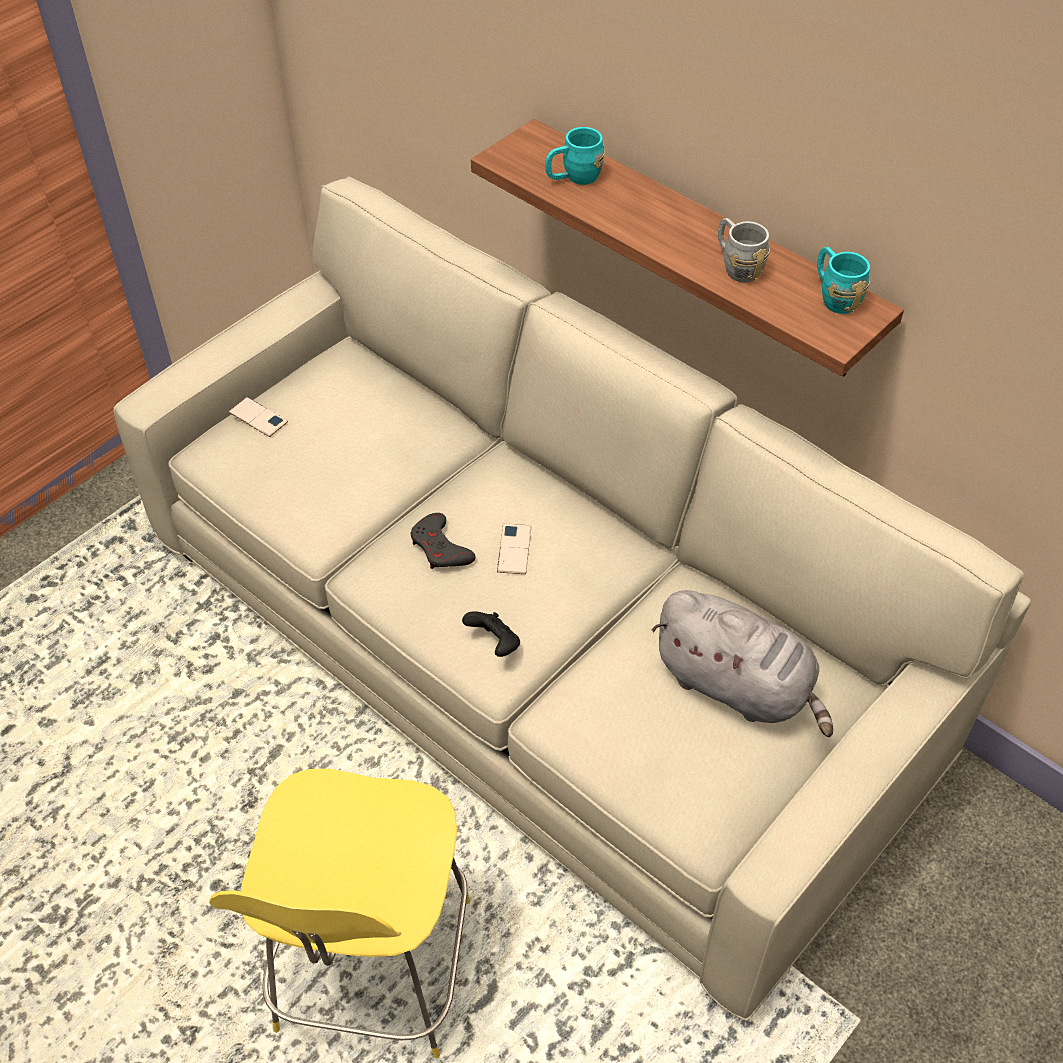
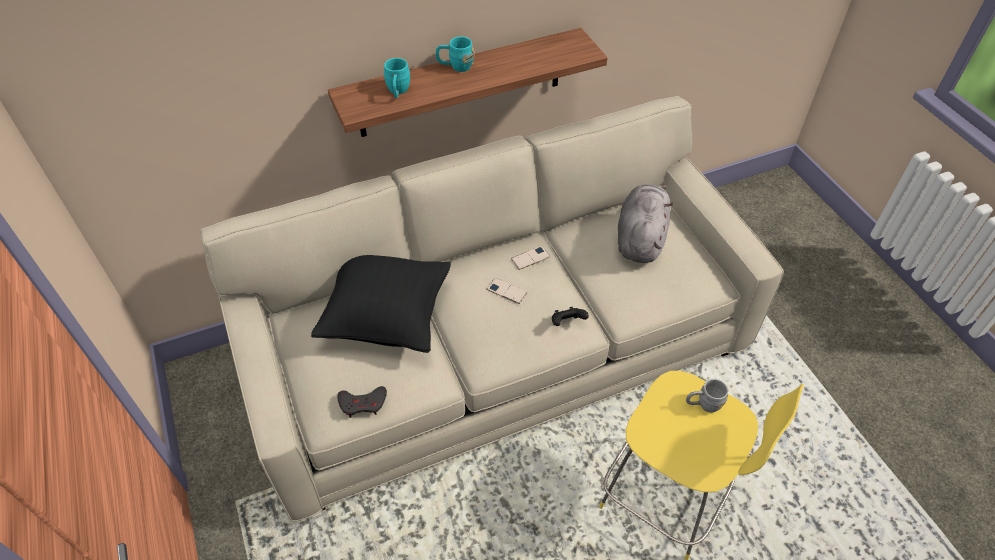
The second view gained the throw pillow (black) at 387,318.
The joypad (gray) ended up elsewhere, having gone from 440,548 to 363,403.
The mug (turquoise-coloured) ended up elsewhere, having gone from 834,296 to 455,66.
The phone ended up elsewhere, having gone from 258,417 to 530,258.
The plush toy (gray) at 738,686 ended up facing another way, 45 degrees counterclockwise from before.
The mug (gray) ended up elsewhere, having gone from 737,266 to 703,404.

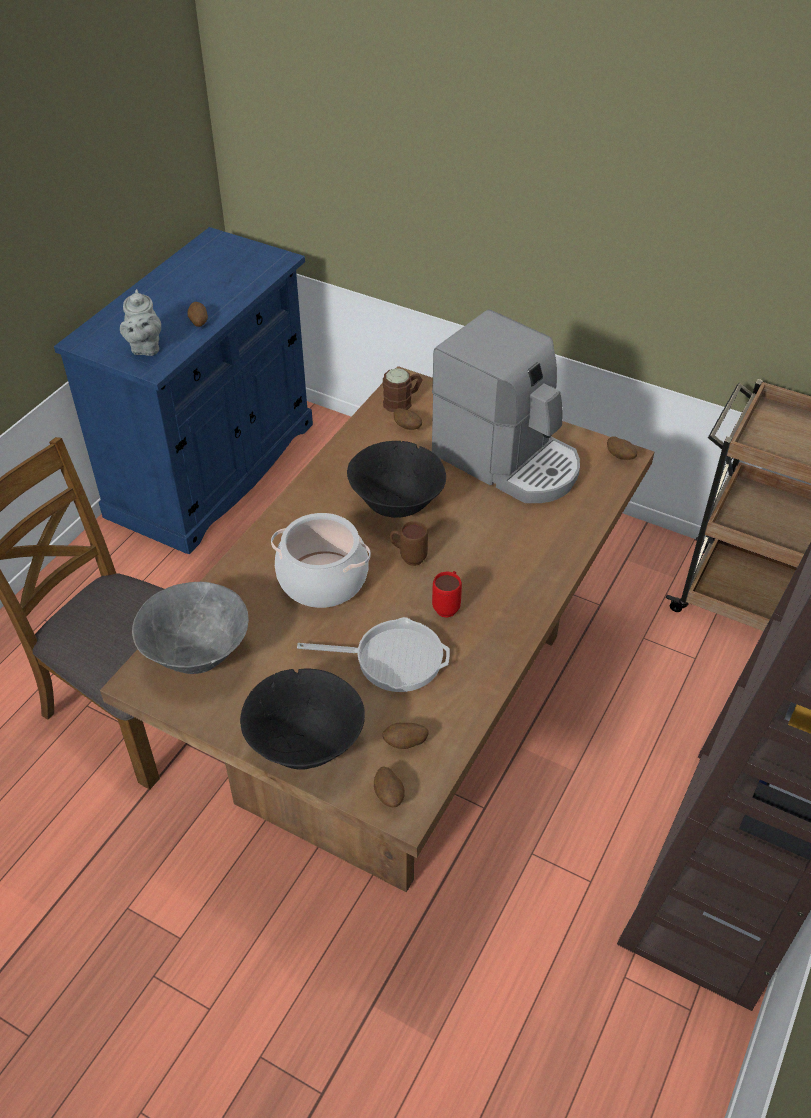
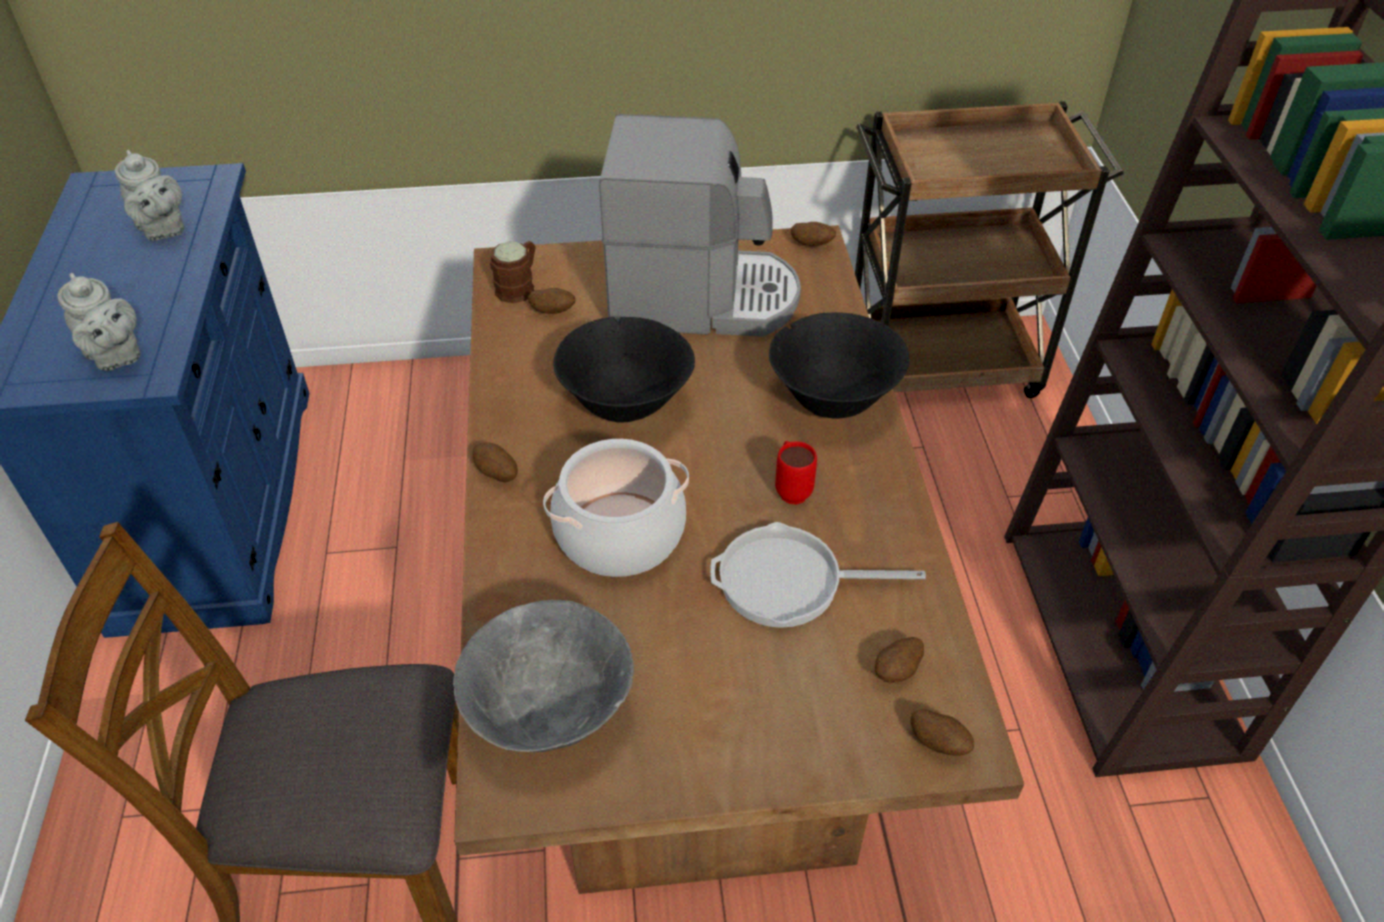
The second view gained the tea pot (gray) at 162,229.
The whole potato ended up elsewhere, having gone from 198,322 to 496,474.
The pan at 392,659 ended up facing another way, 150 degrees counterclockwise from before.
The deep dish (black) ended up elsewhere, having gone from 305,747 to 832,402.
The second view lost the mug (brown) at 408,557.

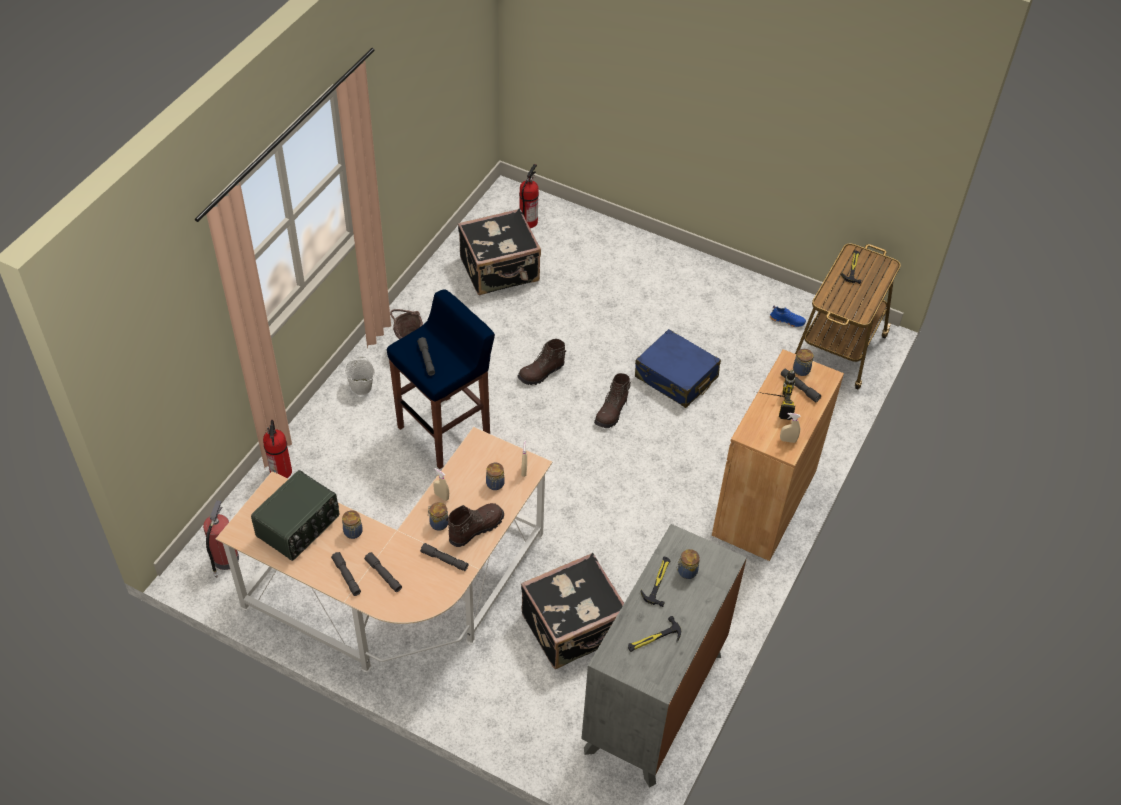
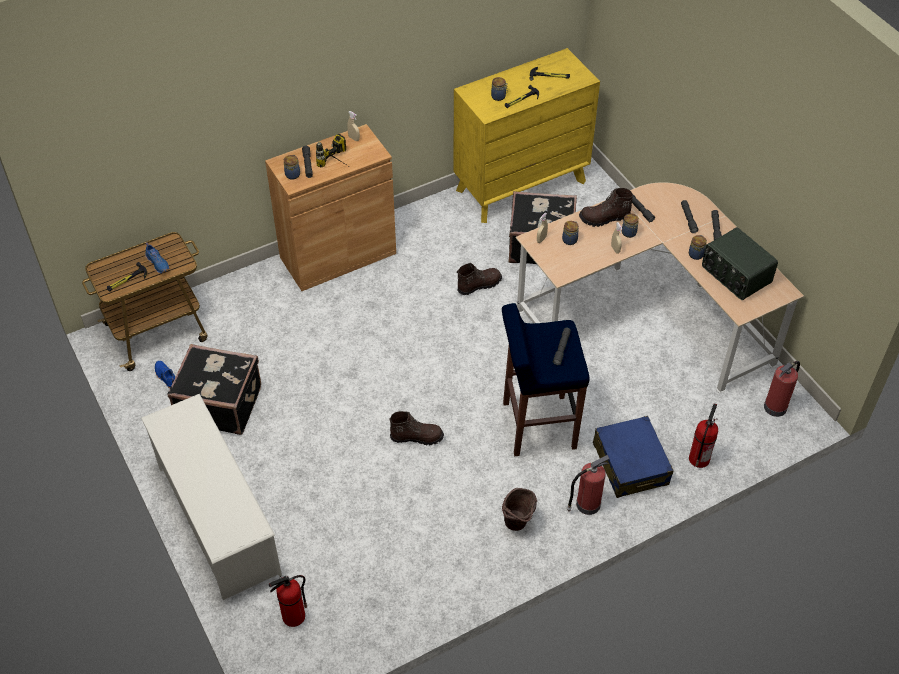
The second view gained the shoe rack (whitish) at 217,519.
The second view gained the shoe (bluish) at 158,263.
The suitcase (black) ended up elsewhere, having gone from 500,270 to 219,403.
What was the chest of drawers (gray) at 654,701 turned into the chest of drawers (yellowish) at 521,185.
The high-top boot (brown) ended up elsewhere, having gone from 612,412 to 479,285.
Where the water bucket (whitish) stood at 361,387, the fire-fighting cylinder came to stand at 586,504.
The suitcase (bluish) ended up elsewhere, having gone from 676,377 to 630,464.
The radio receiver at 299,527 ended up facing another way, 105 degrees counterclockwise from before.

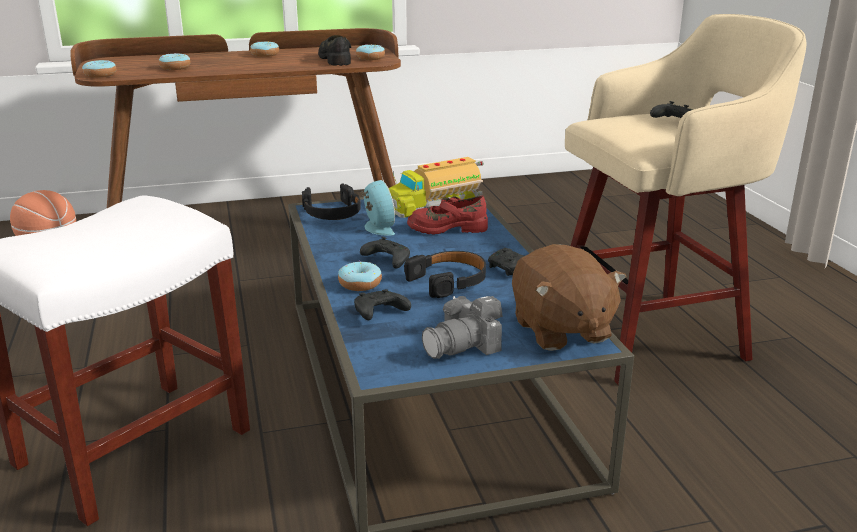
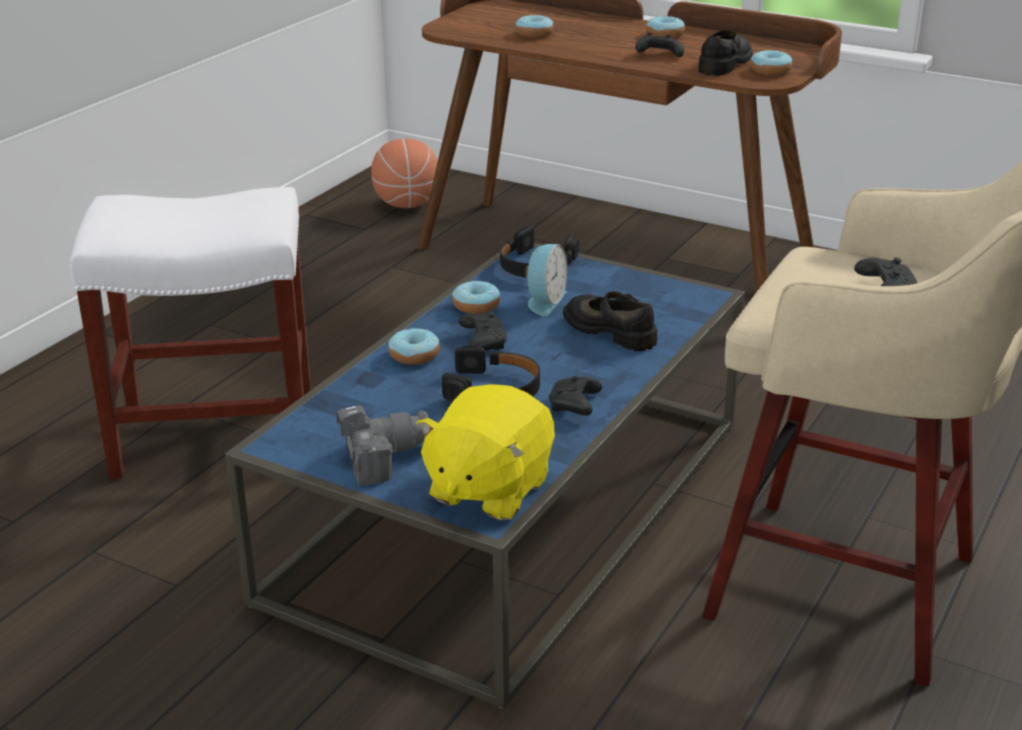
The photo camera at 464,345 ended up facing another way, 150 degrees clockwise from before.
What was the plush toy (brown) at 560,330 turned into the plush toy (yellowish) at 488,489.
The ring doughnut ended up elsewhere, having gone from 100,75 to 476,306.
What was the shoe (red) at 447,228 turned into the shoe (black) at 611,330.
The joypad (black) ended up elsewhere, having gone from 379,314 to 658,54.
The second view lost the toy lorry at 433,202.

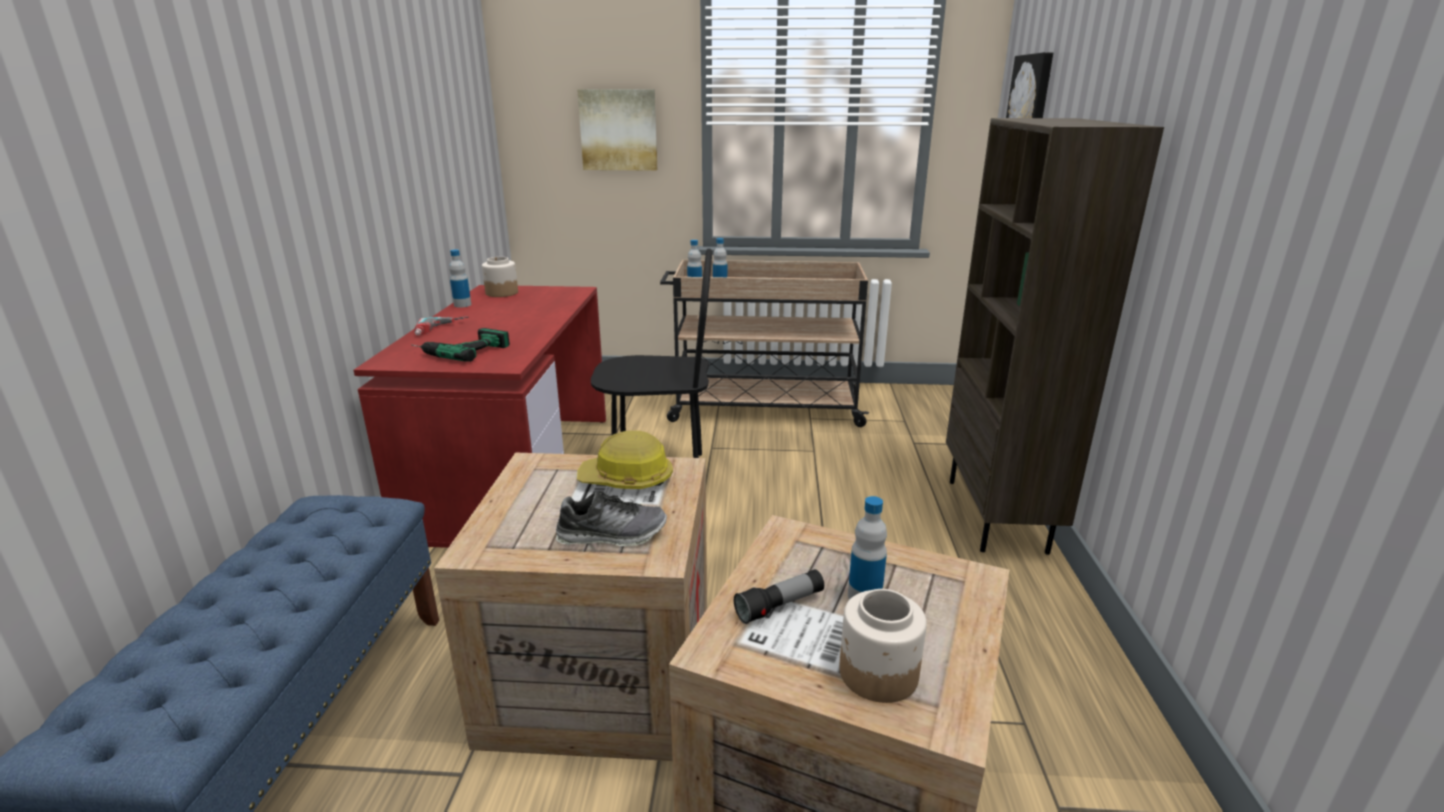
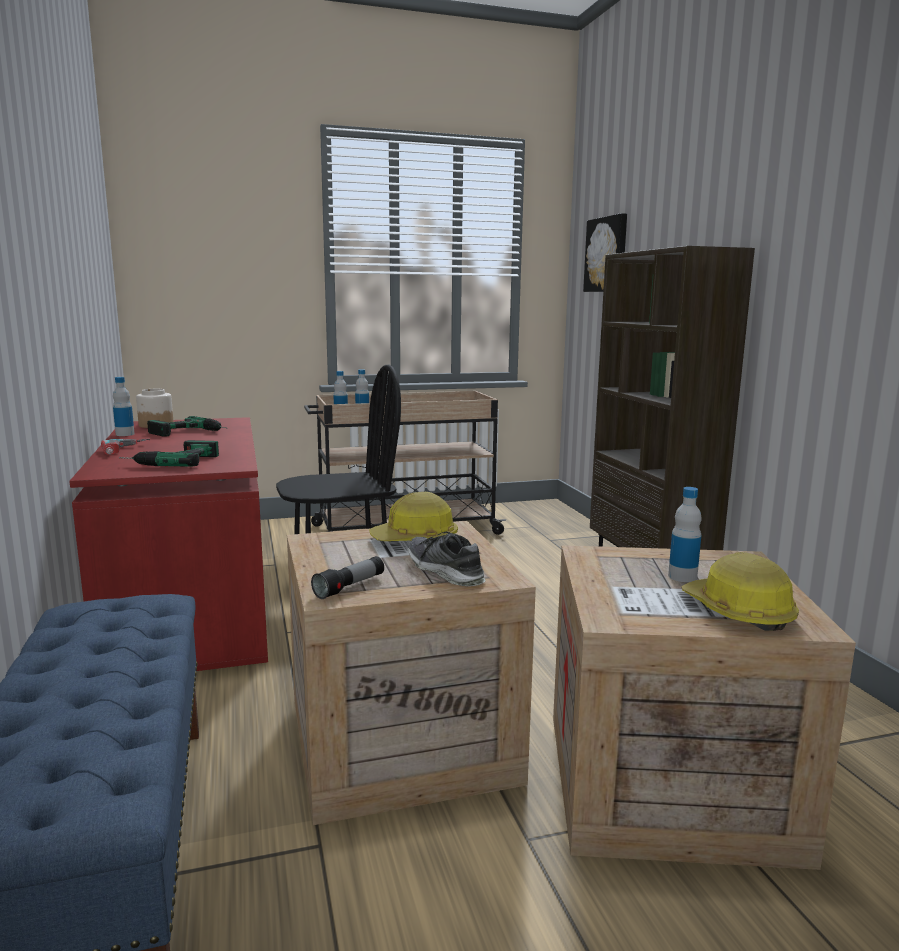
The second view gained the power drill at 190,433.
The hand torch ended up elsewhere, having gone from 780,606 to 350,587.
The shoe at 612,535 ended up facing another way, 105 degrees counterclockwise from before.
Where the storage jar stood at 878,674, the safety helmet came to stand at 738,612.
The second view lost the picture at 619,130.

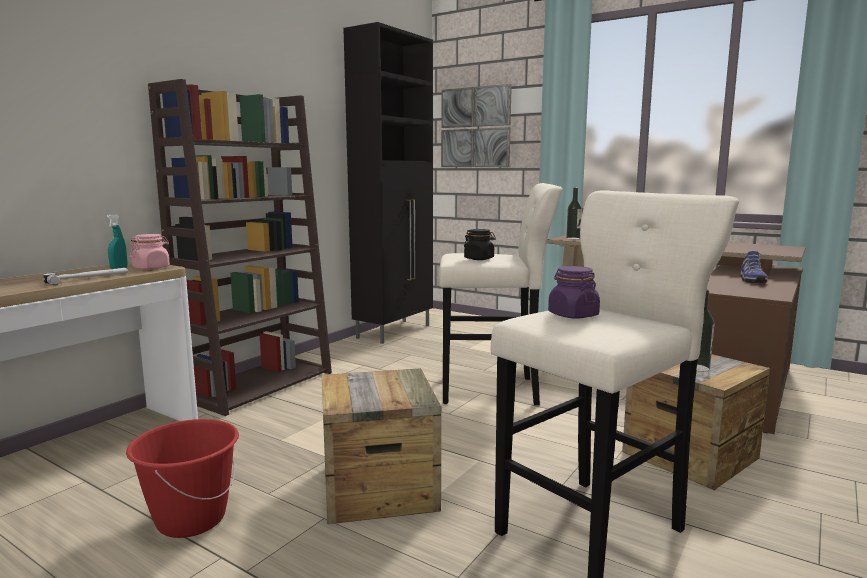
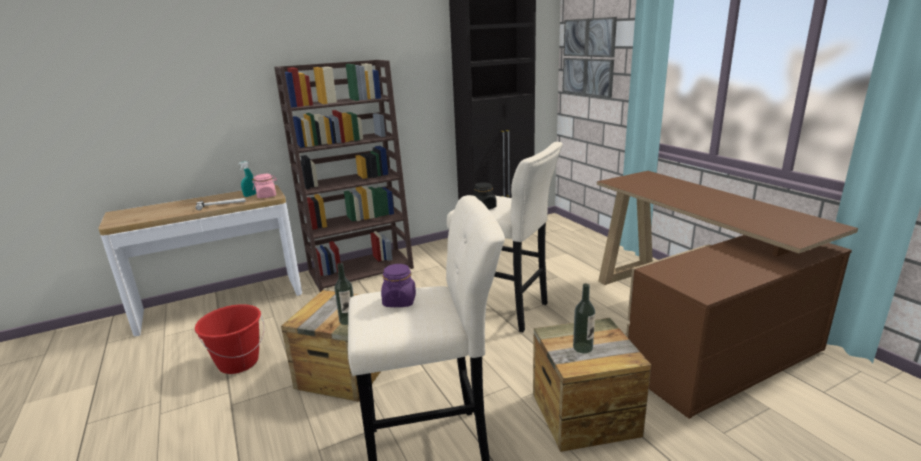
The beverage bottle ended up elsewhere, having gone from 573,238 to 348,320.
The second view lost the shoe at 751,280.

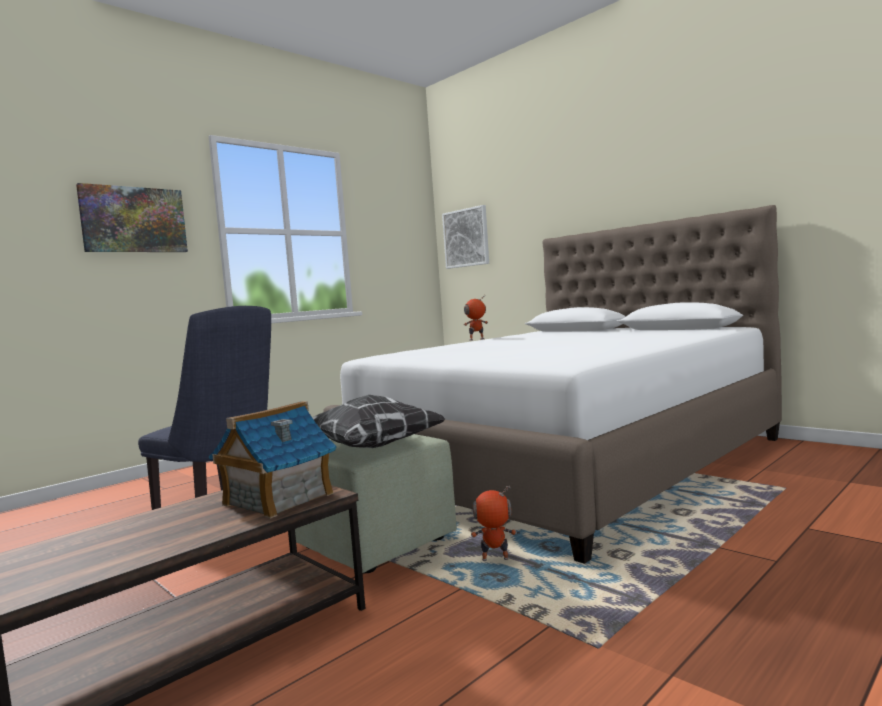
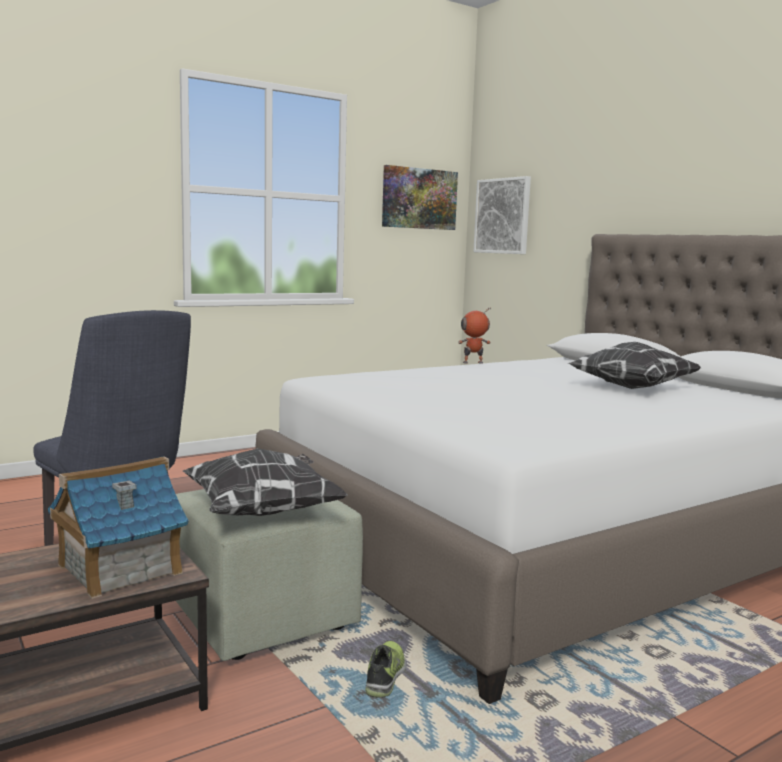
Where the toy robot stood at 495,561, the shoe came to stand at 386,675.
The picture ended up elsewhere, having gone from 134,220 to 419,198.
The second view gained the throw pillow at 631,388.

